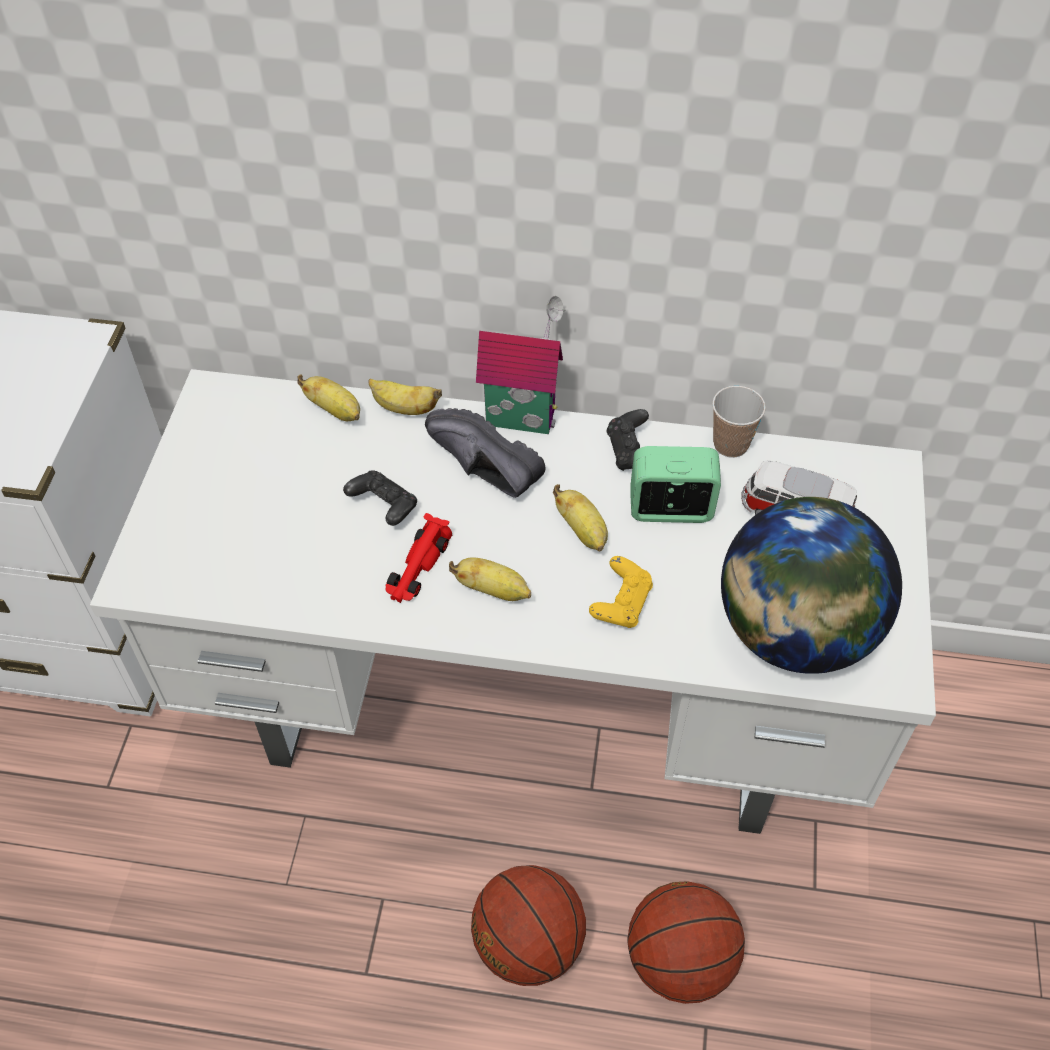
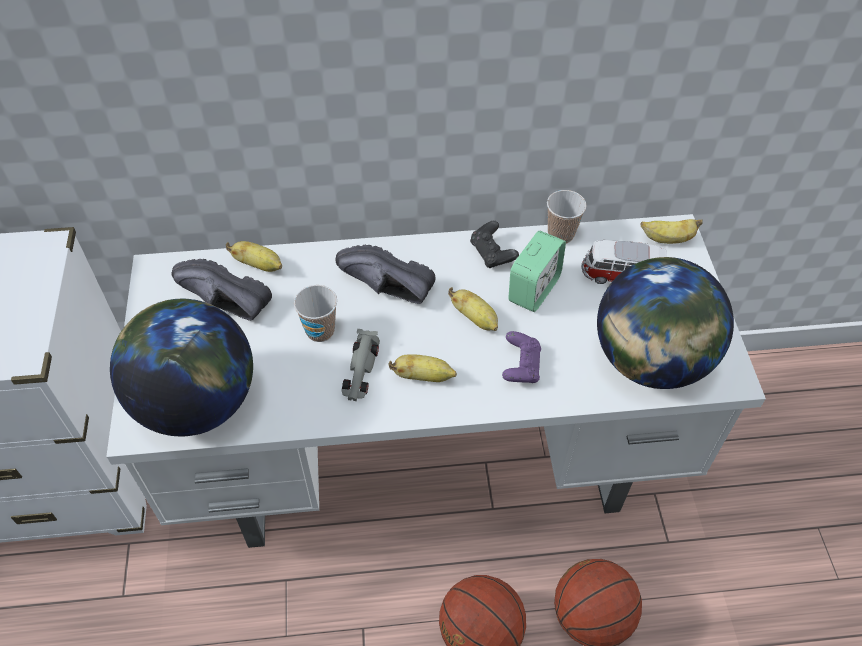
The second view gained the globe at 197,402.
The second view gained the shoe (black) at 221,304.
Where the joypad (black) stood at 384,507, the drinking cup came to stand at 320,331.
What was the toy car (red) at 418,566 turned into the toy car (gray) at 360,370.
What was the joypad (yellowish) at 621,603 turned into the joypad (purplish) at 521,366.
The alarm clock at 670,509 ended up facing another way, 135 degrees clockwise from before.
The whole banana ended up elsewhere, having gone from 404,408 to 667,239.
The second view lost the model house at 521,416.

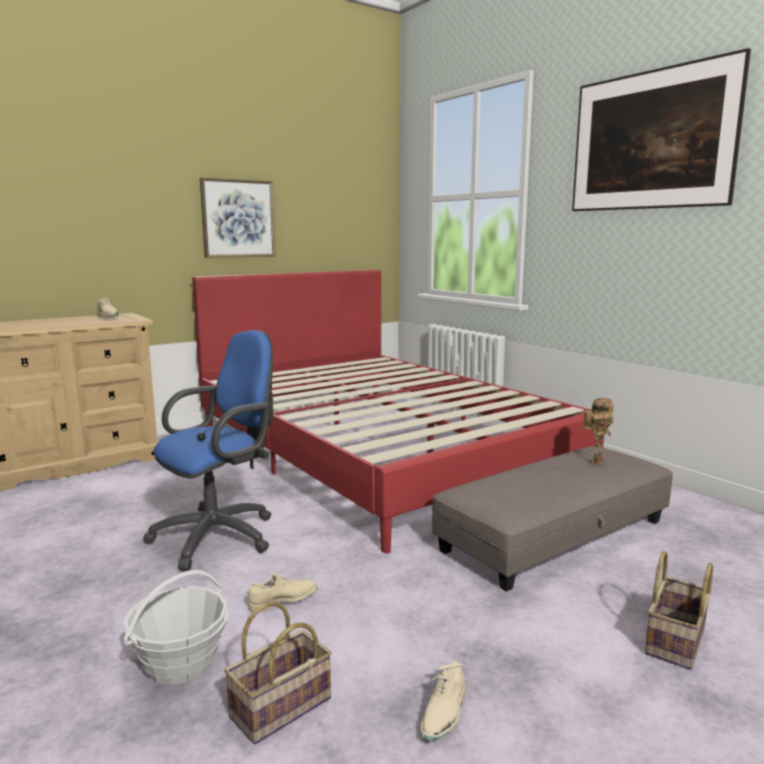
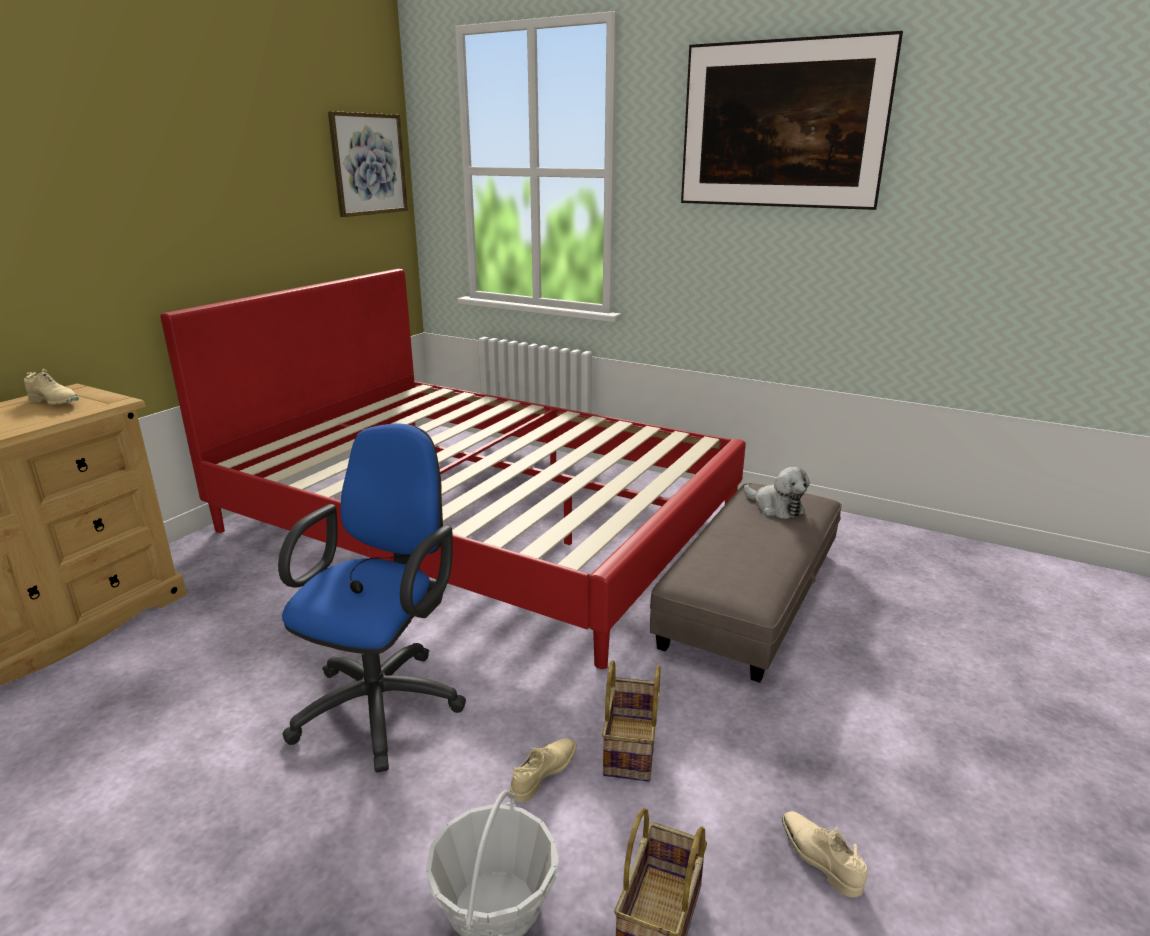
The picture ended up elsewhere, having gone from 238,218 to 368,164.
The storage basket ended up elsewhere, having gone from 676,643 to 632,749.
Where the toy robot stood at 596,462, the plush toy came to stand at 775,507.
The shoe (beige-coloured) at 444,715 ended up facing another way, 150 degrees clockwise from before.

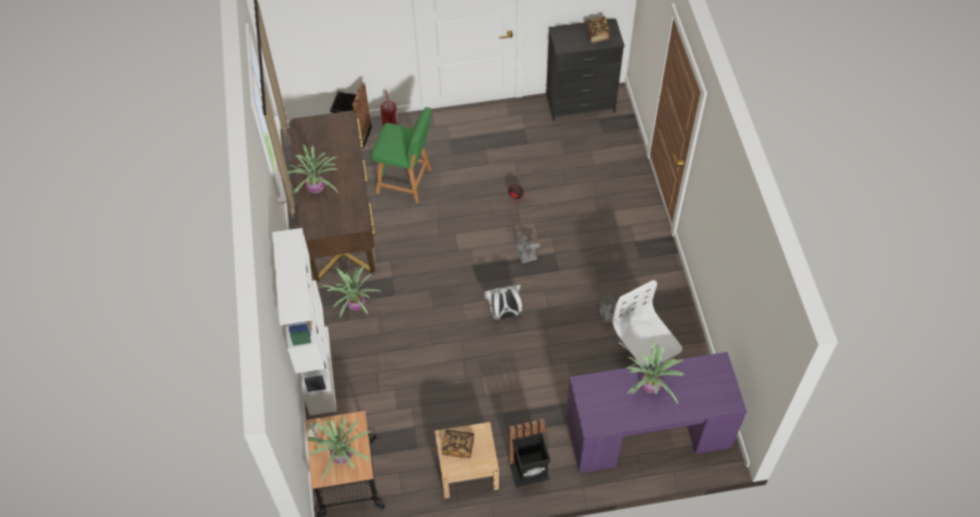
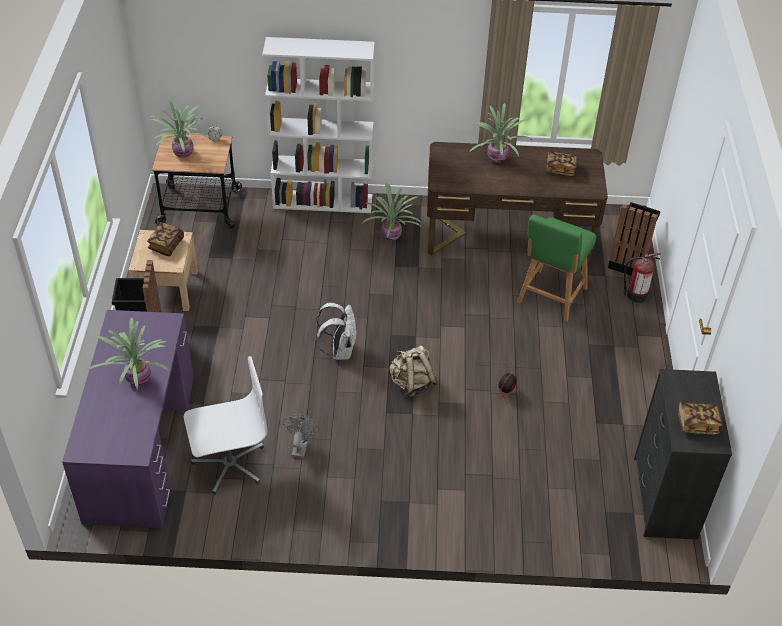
Where the fan (gray) stood at 525,259, the knapsack (beige-coloured) came to stand at 411,384.
The second view gained the bound book at 560,169.

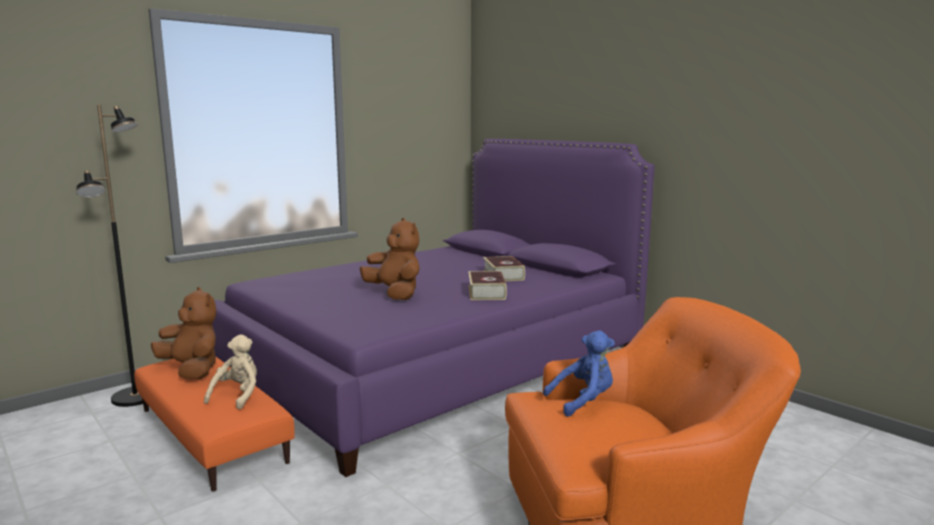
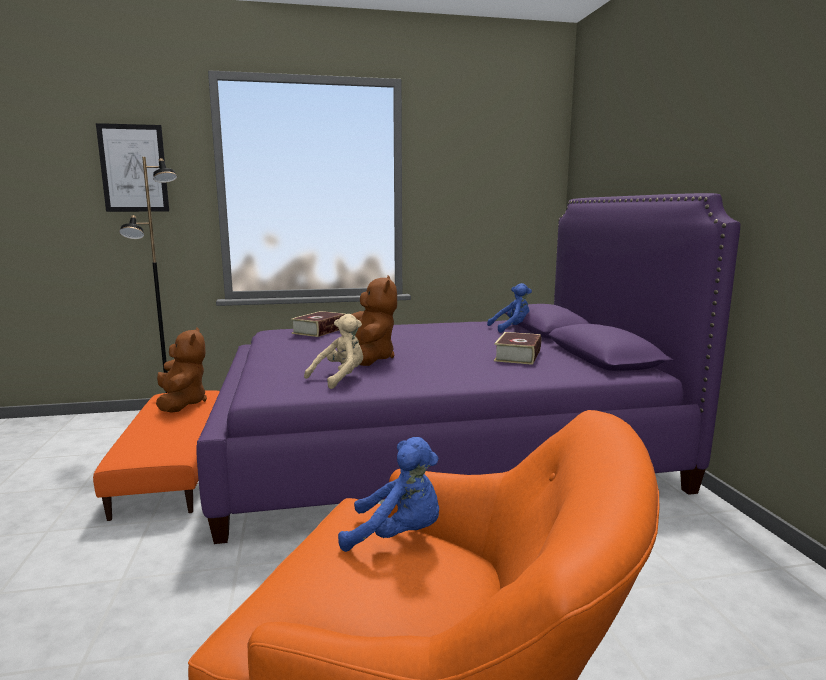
The second view gained the picture at 133,168.
The bound book ended up elsewhere, having gone from 486,292 to 319,330.
The plush toy (beige-coloured) ended up elsewhere, having gone from 237,396 to 340,378.
The second view gained the plush toy (bluish) at 512,328.

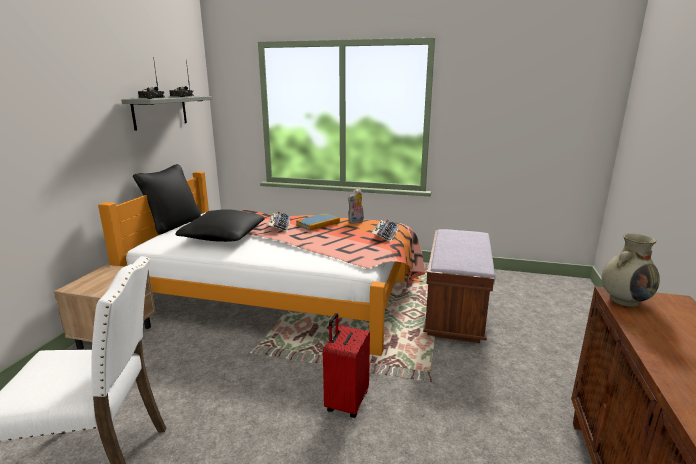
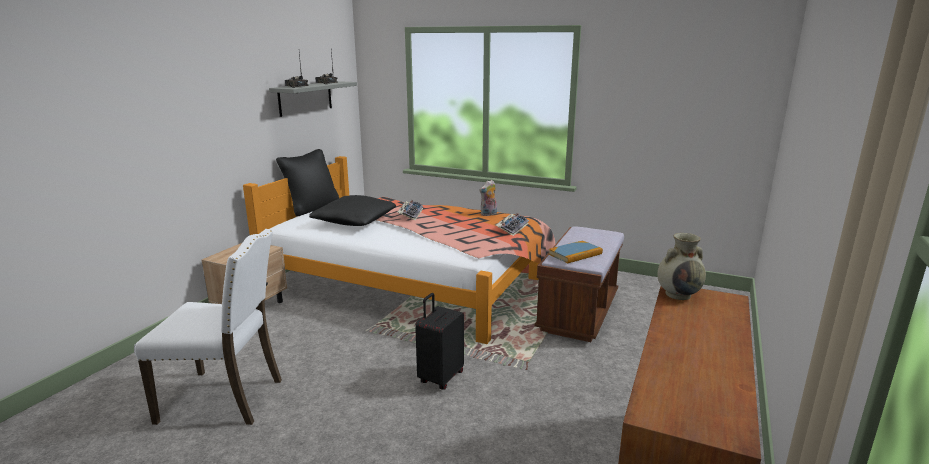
What was the suitcase (red) at 346,402 turned into the suitcase (black) at 440,377.
The bound book ended up elsewhere, having gone from 318,224 to 575,254.

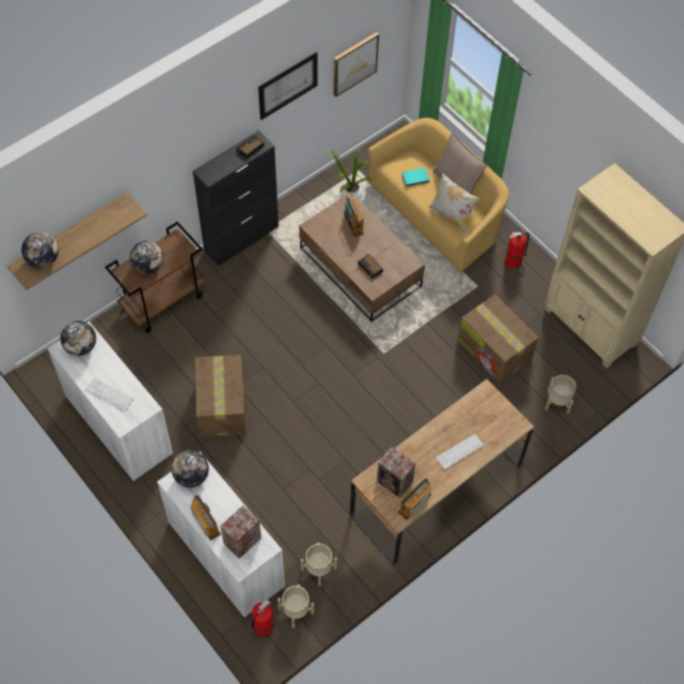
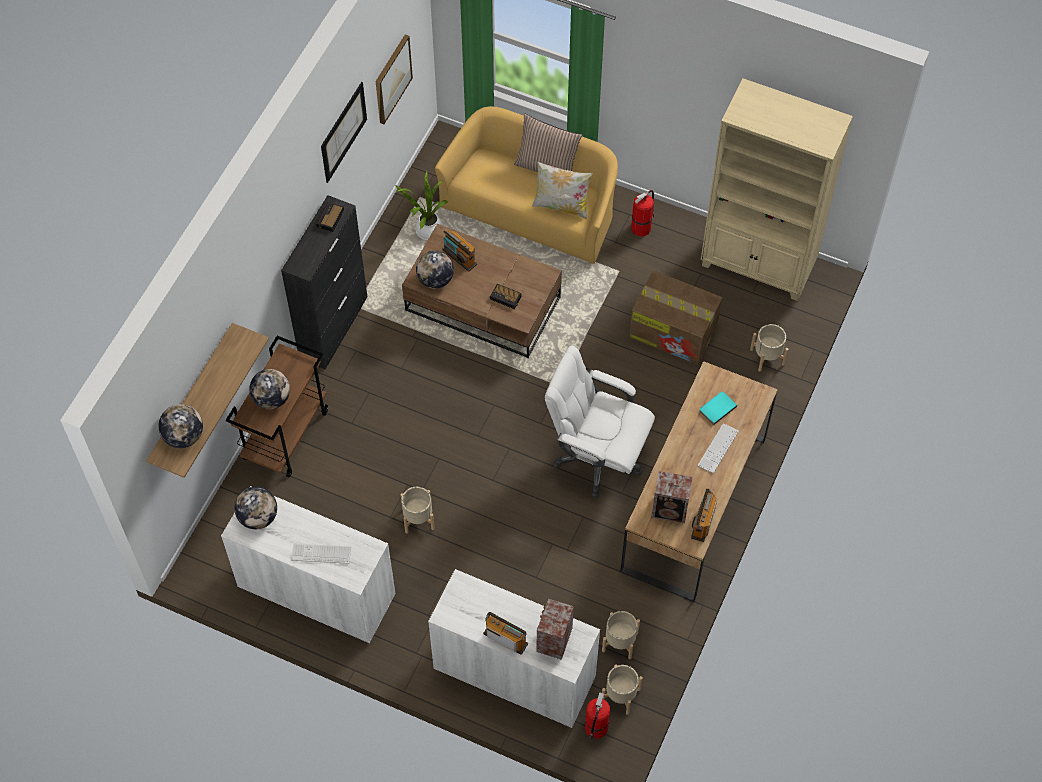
Where the cardboard box stood at 222,405, the flower pot (beige-coloured) came to stand at 418,518.
The globe ended up elsewhere, having gone from 191,476 to 435,280.
The second view gained the office chair (whitish) at 597,457.
The bound book (turquoise-coloured) ended up elsewhere, having gone from 415,177 to 716,408.

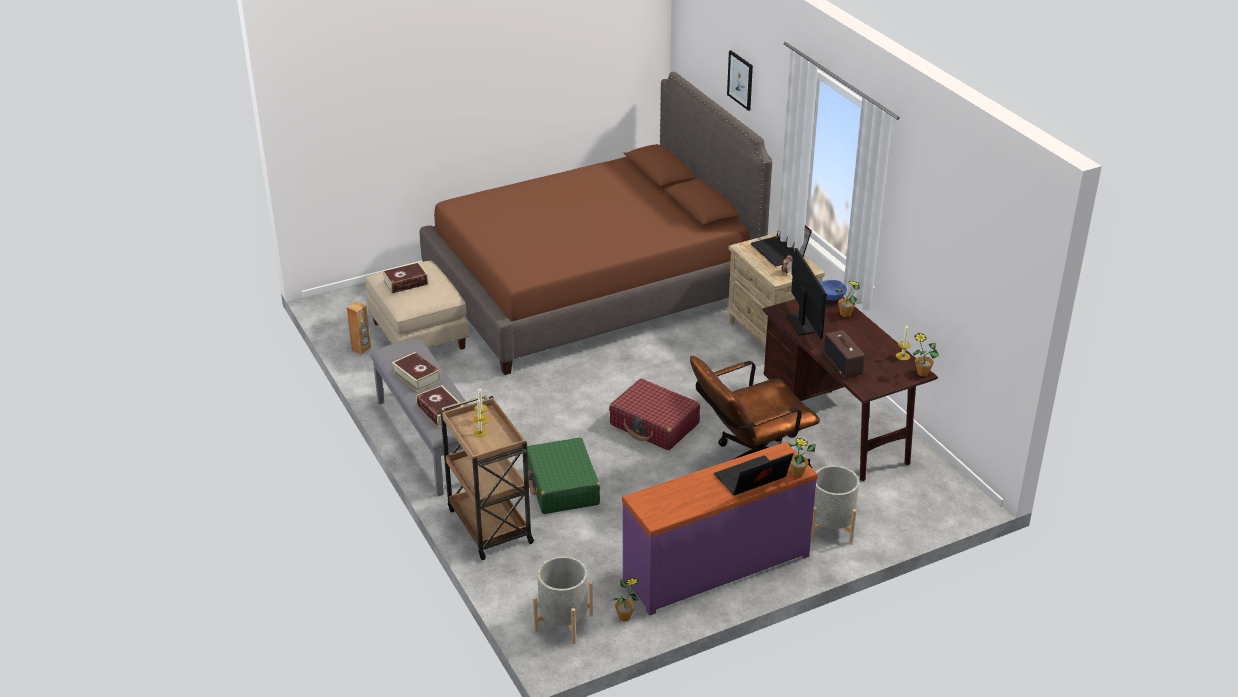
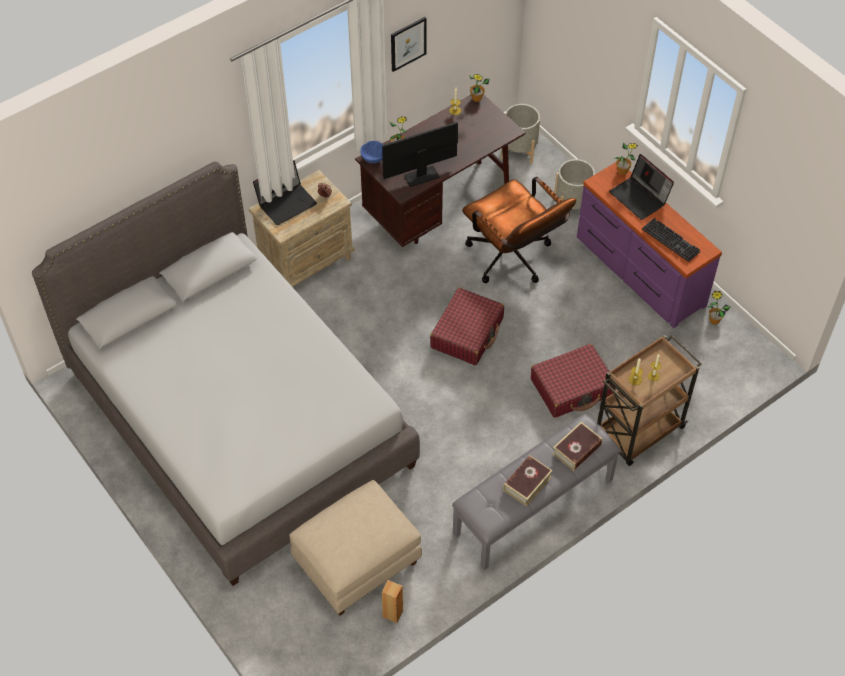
What was the sleeping bed (brown) at 592,288 turned into the sleeping bed (gray) at 240,418.
The picture ended up elsewhere, having gone from 740,80 to 408,43.
The flower pot (gray) ended up elsewhere, having gone from 563,622 to 519,150.
What was the suitcase (greenish) at 562,486 turned into the suitcase (red) at 572,387.
The second view gained the keyboard at 672,240.
The second view lost the bound book at 405,283.
The second view lost the radio receiver at 843,364.

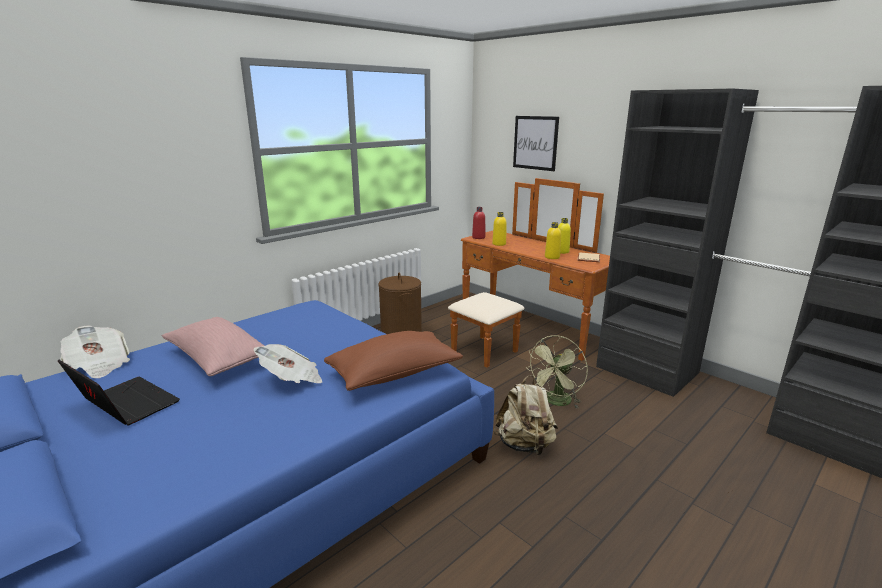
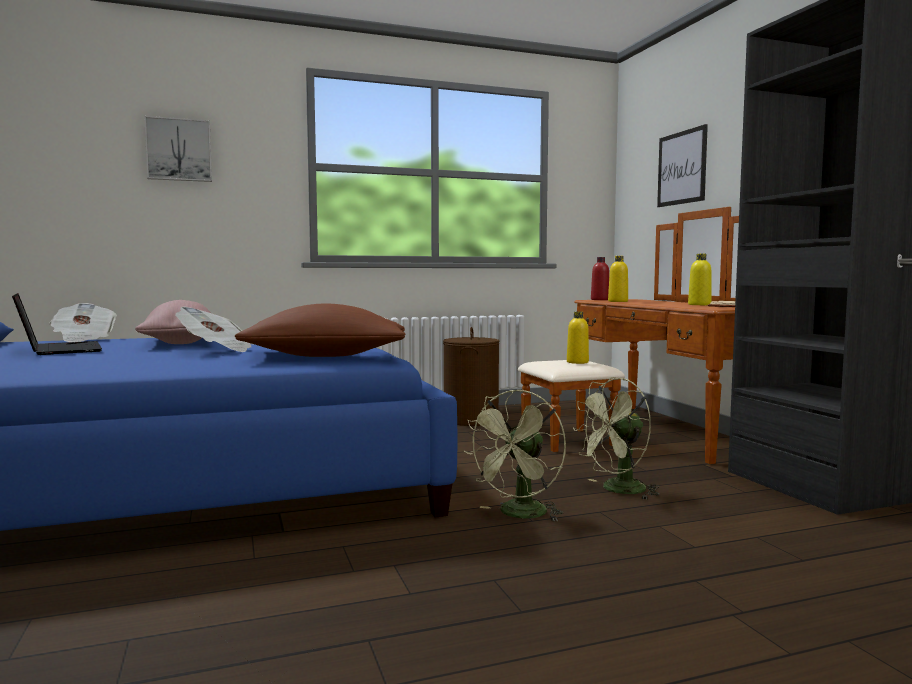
The second view gained the picture at 179,150.
Where the knapsack (beige-coloured) stood at 525,445, the fan (greenish) came to stand at 519,515.
The beverage bottle (yellowish) ended up elsewhere, having gone from 552,257 to 577,362.

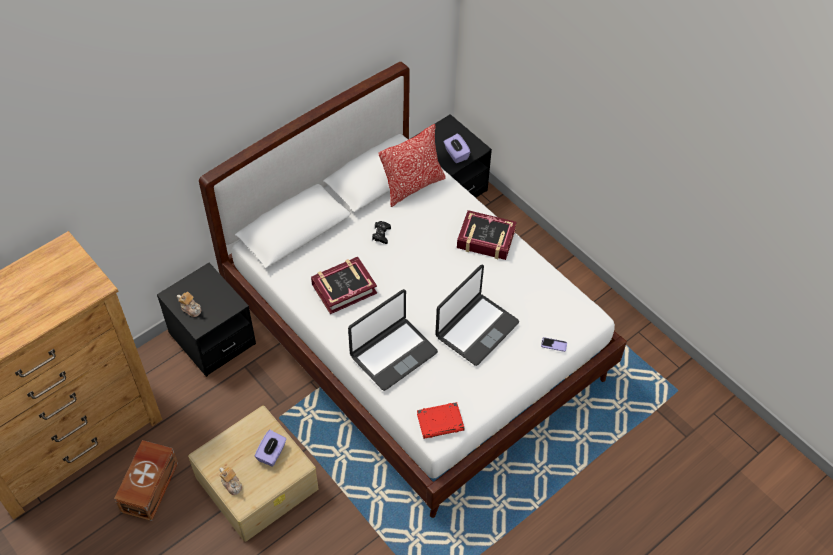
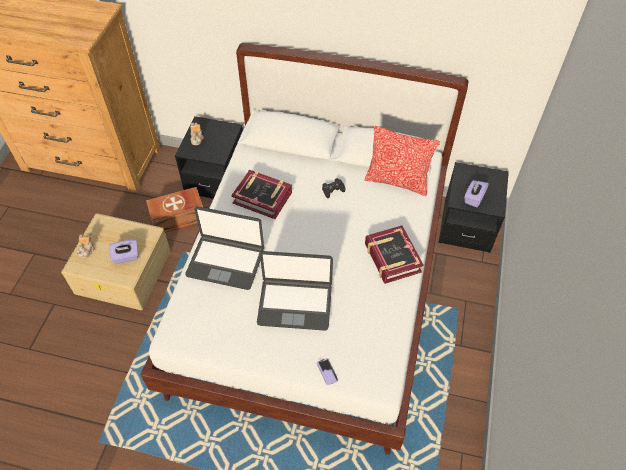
The storage box (brown) ended up elsewhere, having gone from 151,486 to 179,218.
The second view lost the bound book (red) at 440,422.

